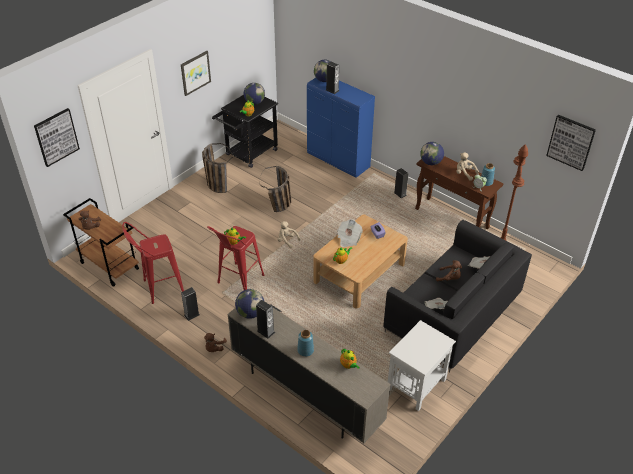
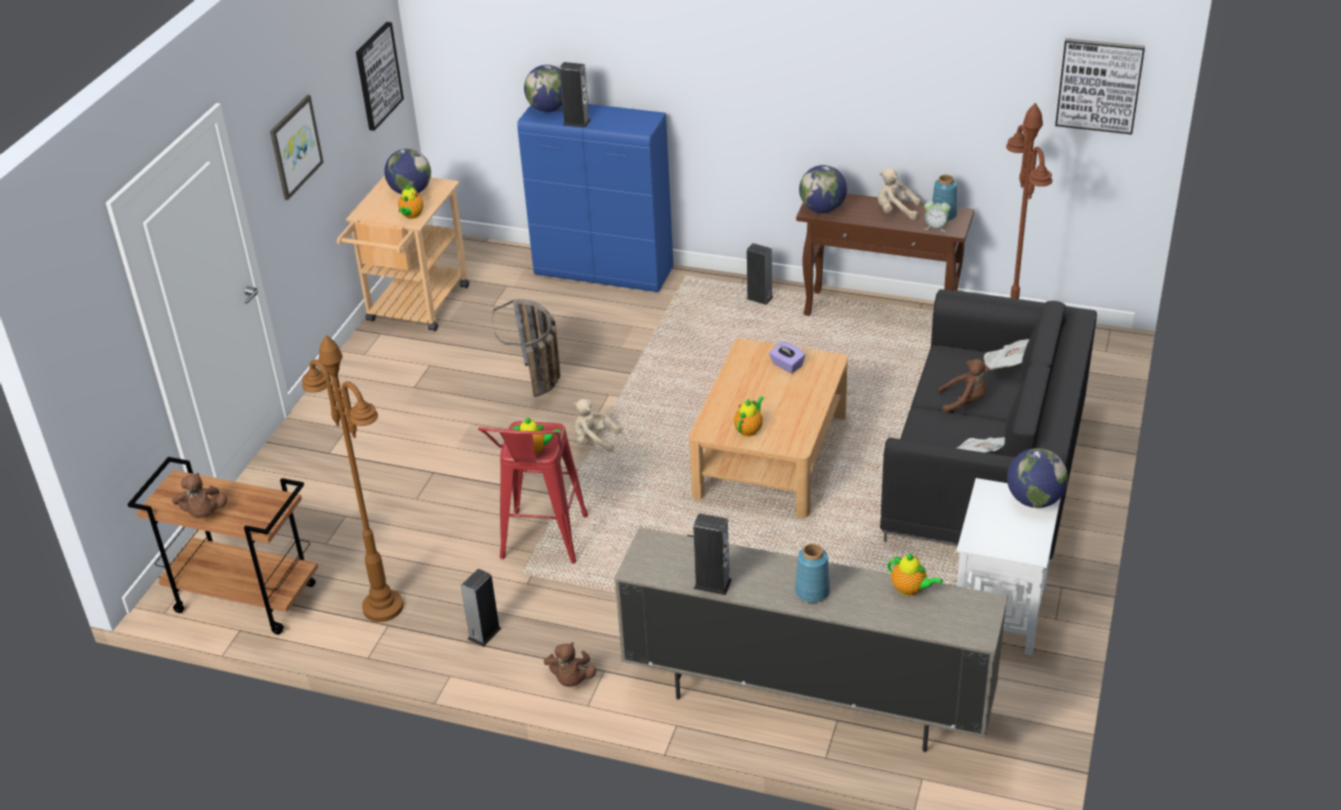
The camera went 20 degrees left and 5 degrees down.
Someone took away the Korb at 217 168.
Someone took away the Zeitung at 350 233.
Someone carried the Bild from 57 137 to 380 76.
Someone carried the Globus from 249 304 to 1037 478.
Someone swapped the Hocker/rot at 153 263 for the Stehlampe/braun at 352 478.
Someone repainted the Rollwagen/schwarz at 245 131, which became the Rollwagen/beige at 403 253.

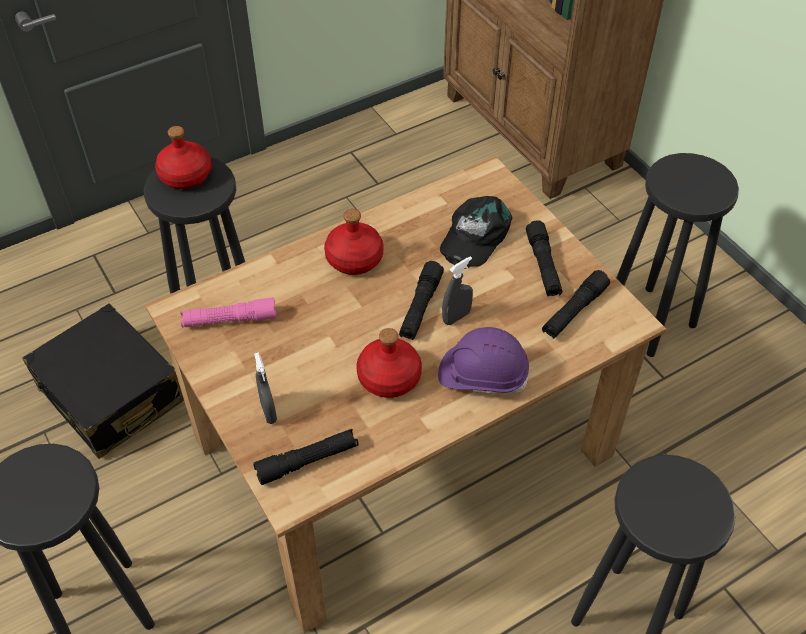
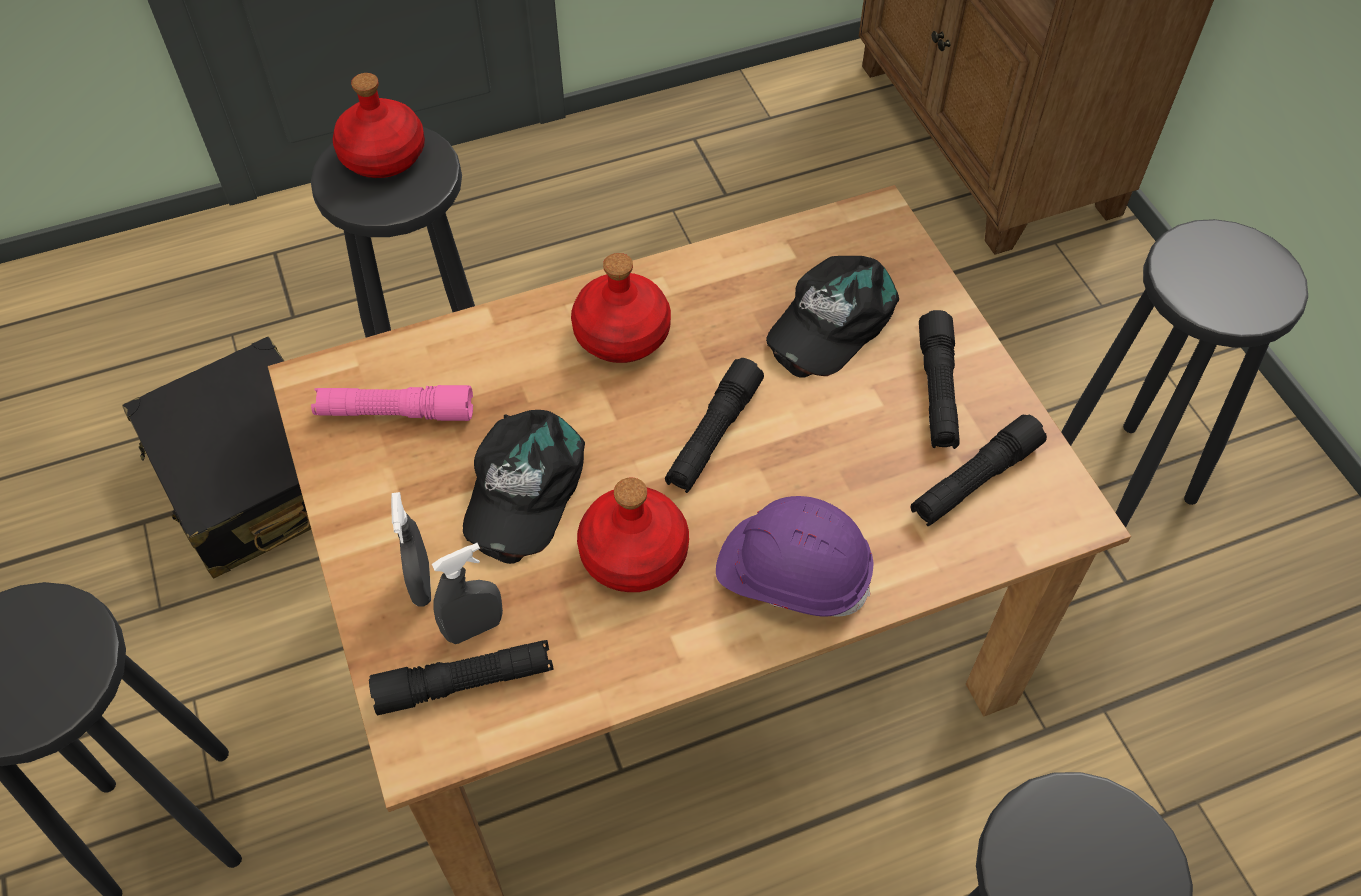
The camera went 10 degrees right and 5 degrees up.
Someone put down the Kappe/schwarz at 524 487.
Someone carried the Sprühflasche/grau from 457 290 to 467 593.

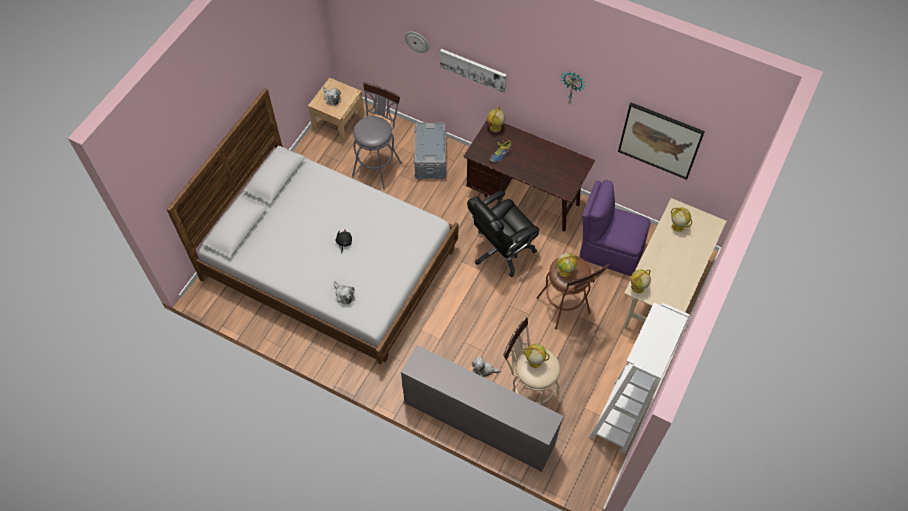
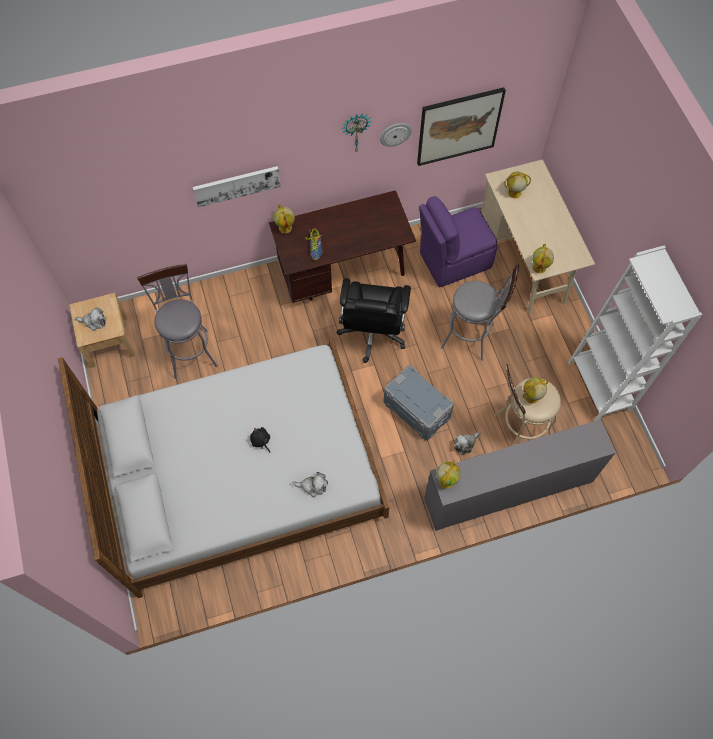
The camera went 45 degrees left and 5 degrees up.
Someone carried the Wanduhr from 417 42 to 396 135.
Someone carried the Aufbewahrungsbox/grau from 430 150 to 418 402.
Someone carried the Globus from 566 265 to 448 474.
Someone repainted the Hocker/braun at 572 292, which became the Hocker/grau at 480 312.

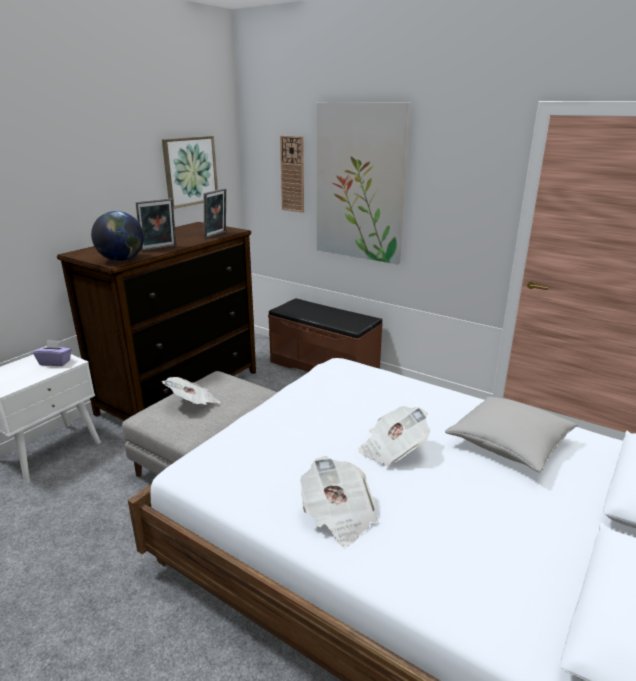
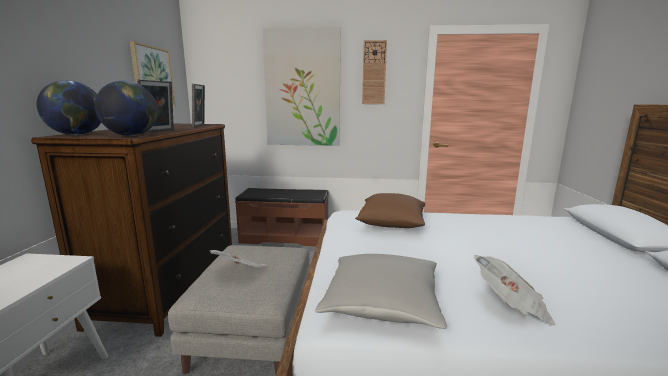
The camera went 30 degrees left and 10 degrees down.
Someone took away the Taschentuchbox/lila at 52 353.
Someone took away the Zeitung at 394 436.
Someone put down the Globus at 68 108.
Someone put down the Kissen/braun at 390 210.
Someone carried the Wanduhr from 292 174 to 374 72.
Someone carried the Kissen/grau from 511 434 to 381 291.

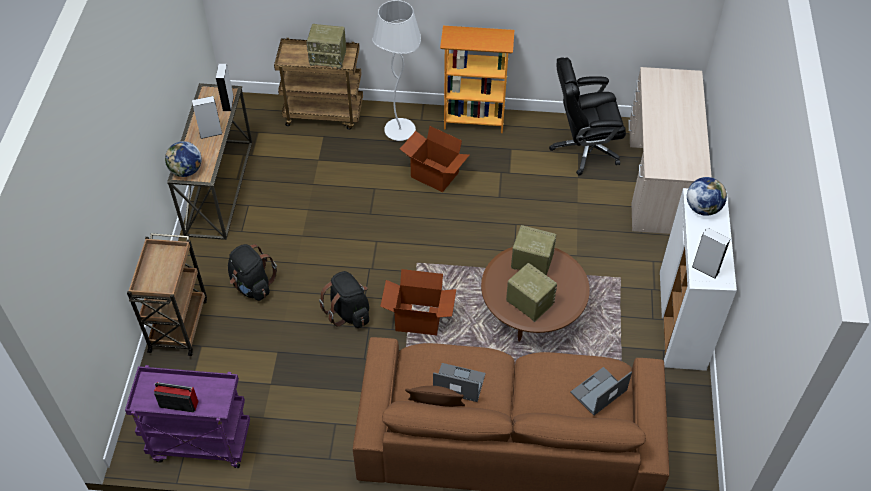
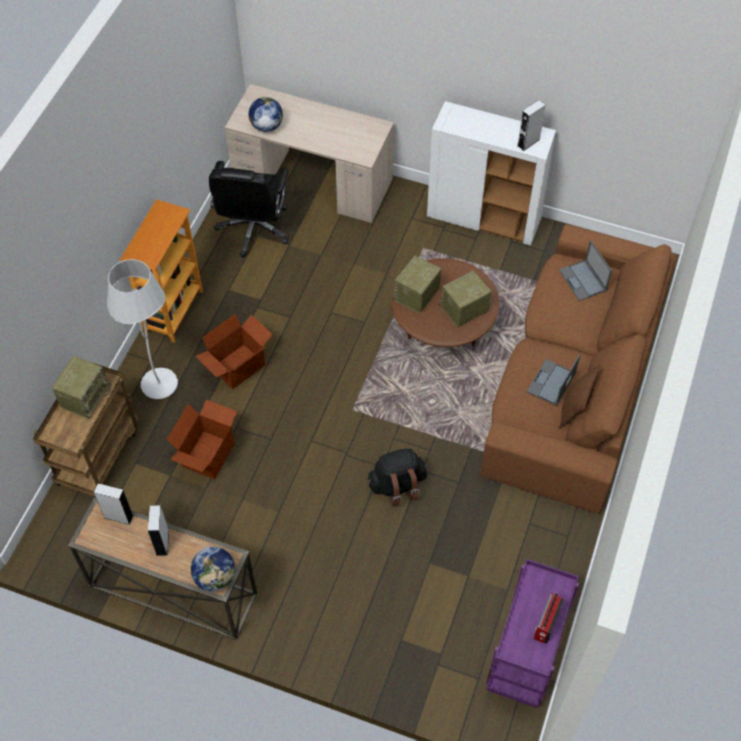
The camera went 75 degrees left and 5 degrees up.
Someone took away the Rollwagen/braun at 167 294.
Someone took away the Rucksack/schwarz at 252 272.
Someone carried the Karton from 418 302 to 202 439.
Someone carried the Globus from 707 196 to 266 114.

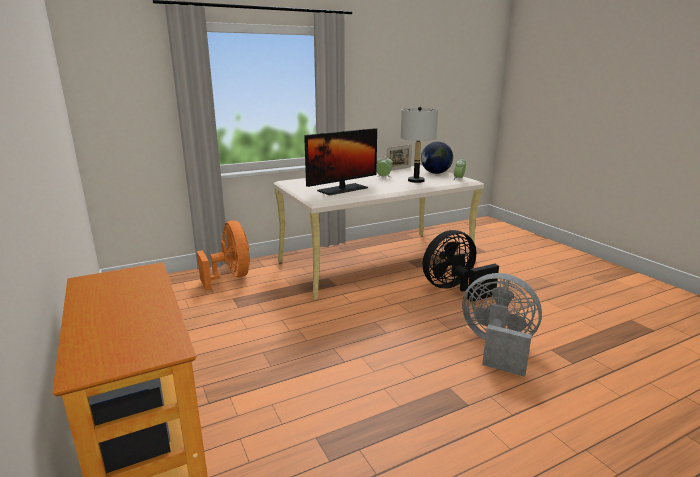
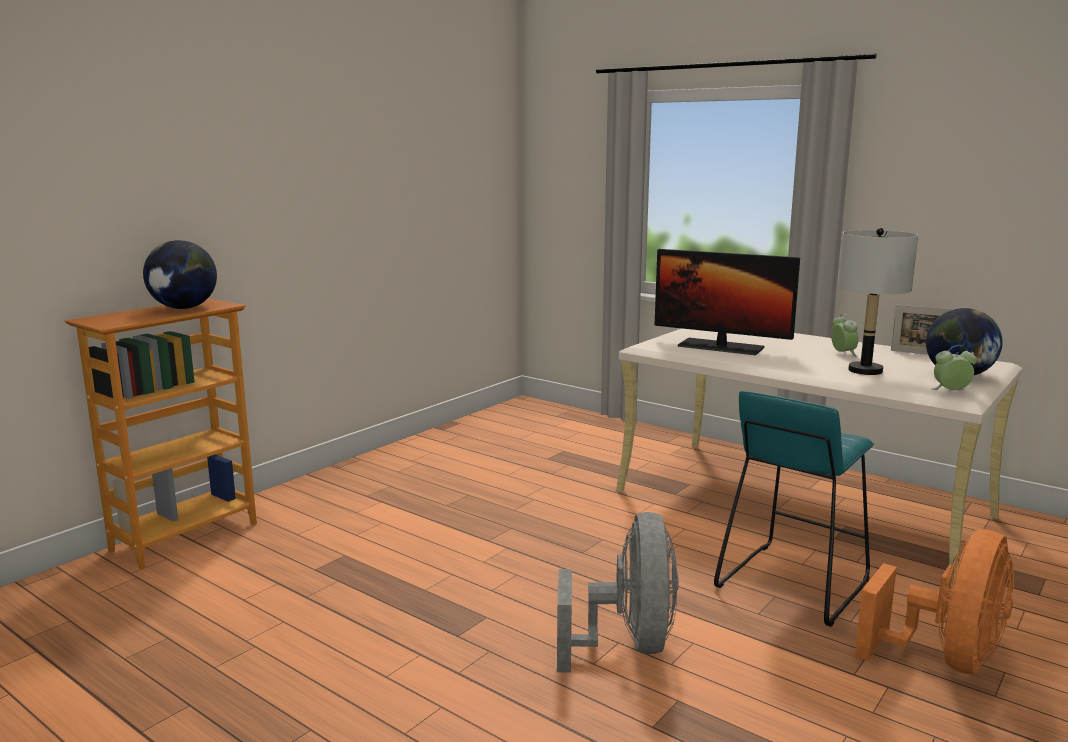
The camera went 65 degrees right and 5 degrees down.
Someone put down the Globus at 180 274.
Someone carried the Ventilator/orange from 223 256 to 934 602.
Someone swapped the Ventilator/schwarz at 461 266 for the Hocker/türkis at 794 509.

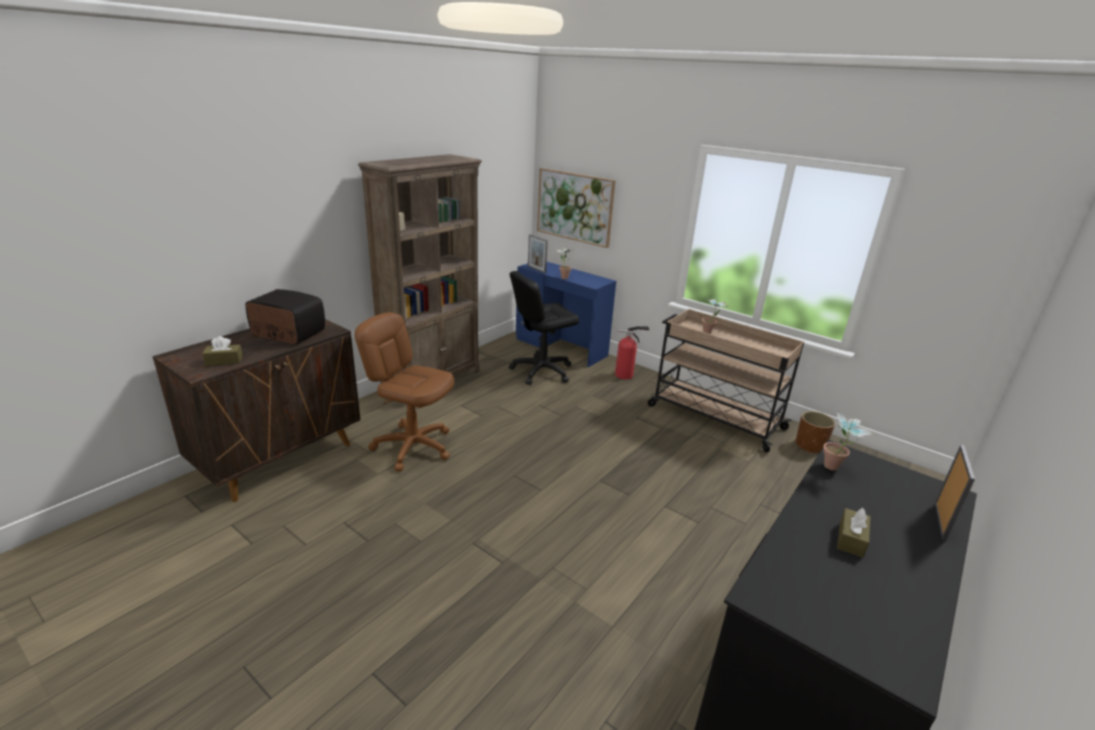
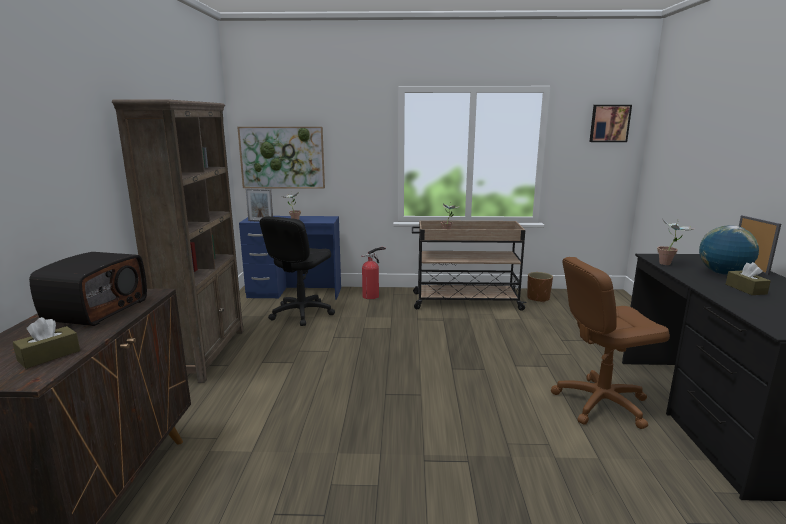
The camera went 35 degrees left and 10 degrees down.
Someone put up the Bild at 610 123.
Someone put down the Globus at 729 250.
Someone carried the Bürostuhl/braun from 404 392 to 610 343.
Someone rotated the Radio at 285 317 by 120 degrees clockwise.

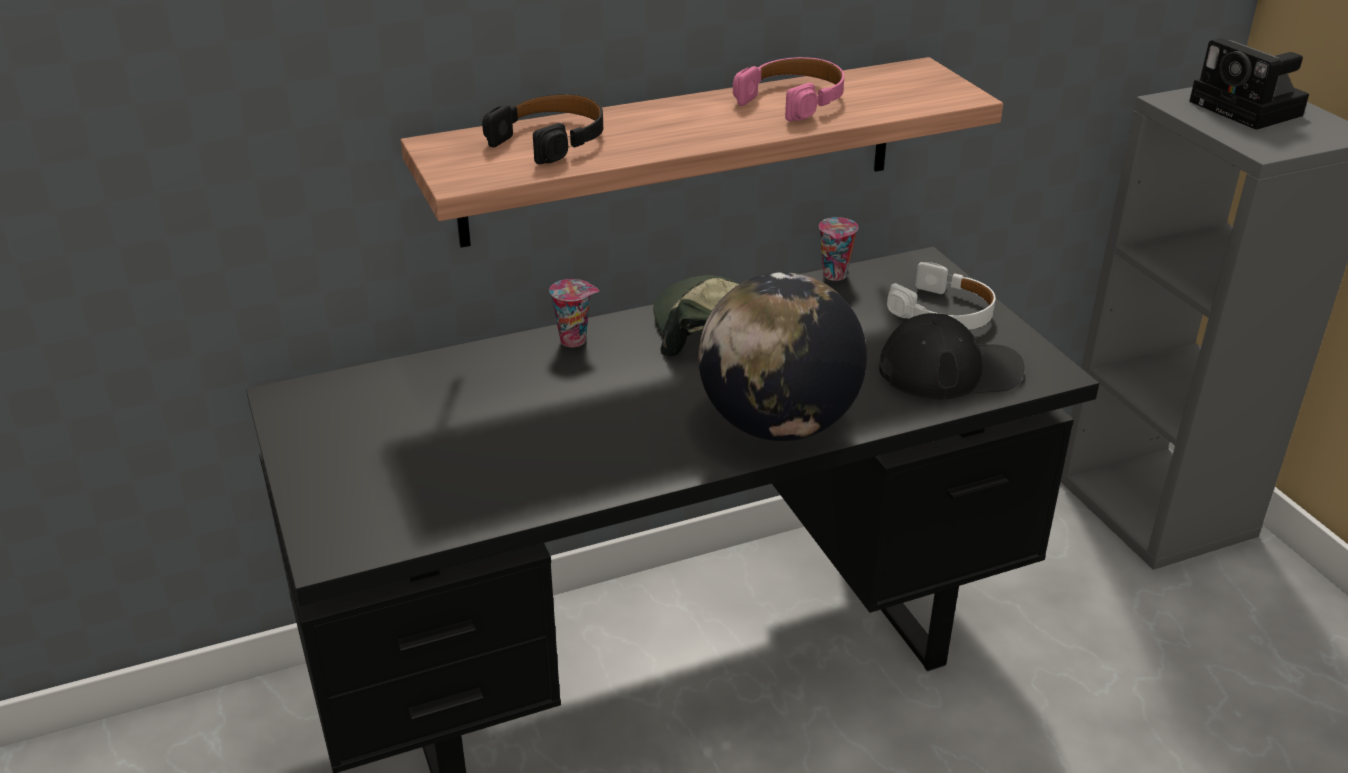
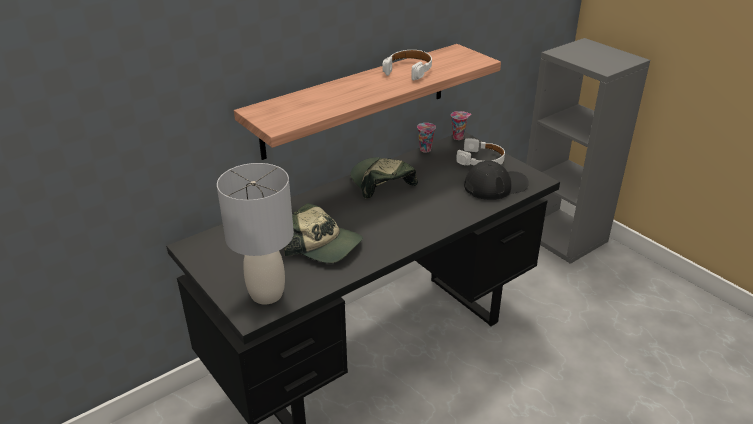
The camera went 15 degrees left and 0 degrees up.
Someone took away the Kopfhörer/schwarz at 542 128.
Someone took away the Globus at 782 356.
Someone took away the Kamera at 1249 84.
Someone put down the Tischlampe/grau at 255 234.
Someone put down the Kappe at 323 233.
Someone carried the Tasse from 574 313 to 461 125.
Someone repainted the Kopfhörer/rosa at 788 89, which became the Kopfhörer/weiß at 407 65.

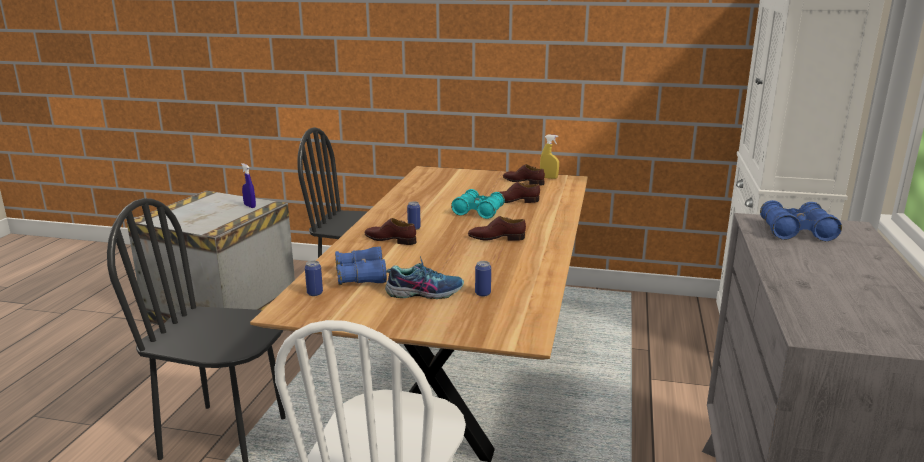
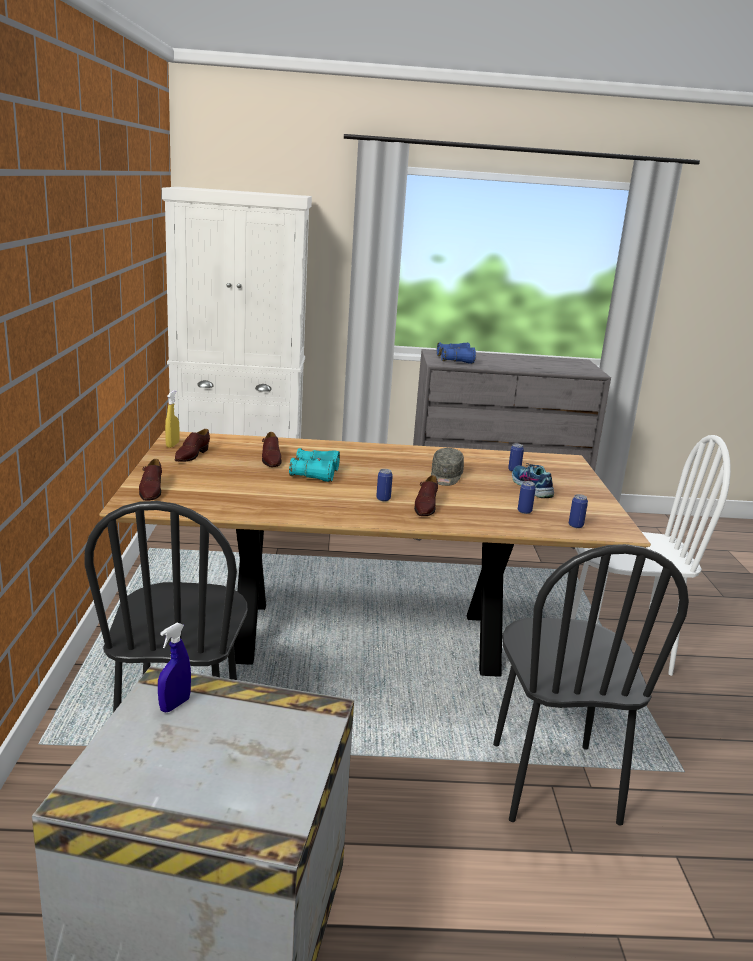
The camera went 105 degrees left and 0 degrees up.
Someone put down the Kappe/grau at 447 467.
Someone carried the Schuh/braun from 497 228 to 150 480.
Someone swapped the Fernglas/blau at 361 266 for the Dose at 527 497.

